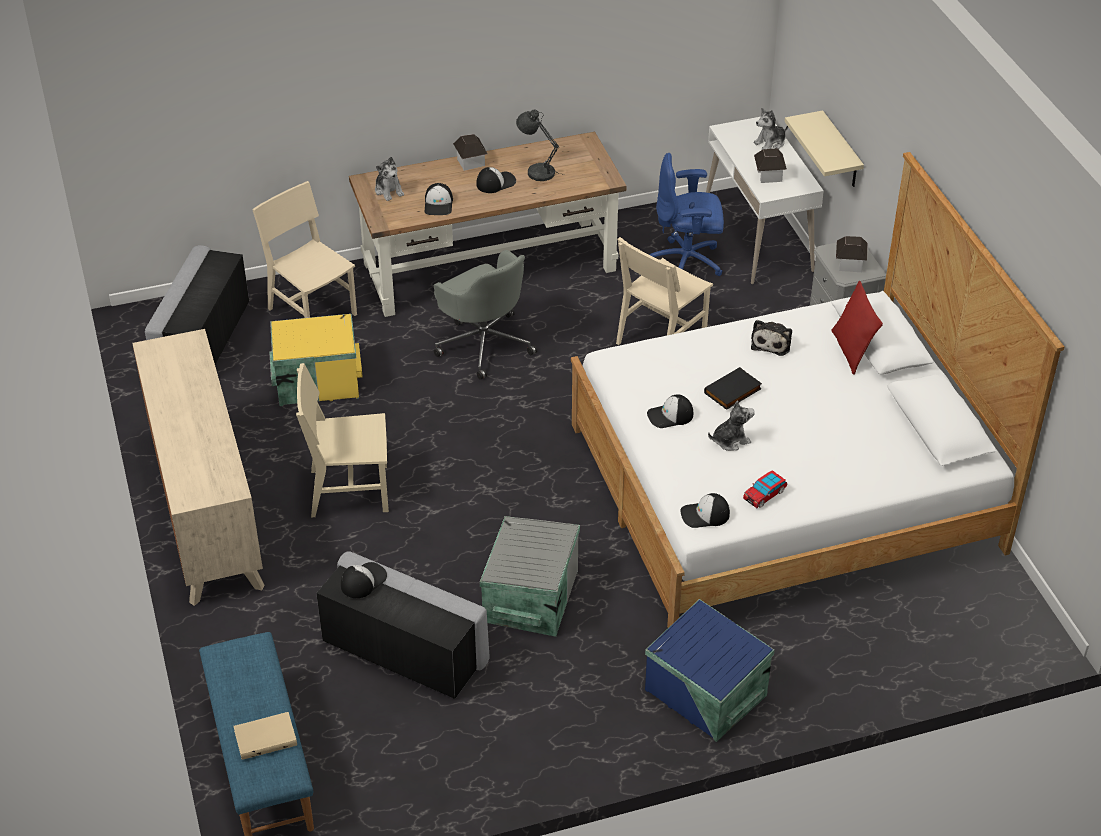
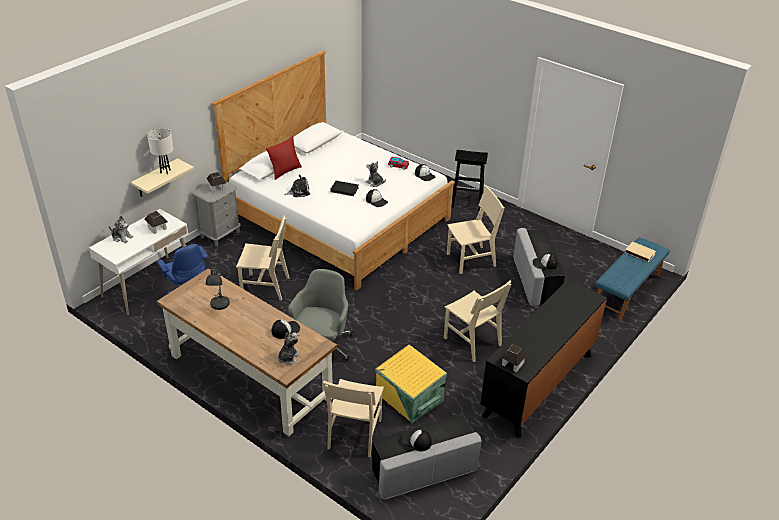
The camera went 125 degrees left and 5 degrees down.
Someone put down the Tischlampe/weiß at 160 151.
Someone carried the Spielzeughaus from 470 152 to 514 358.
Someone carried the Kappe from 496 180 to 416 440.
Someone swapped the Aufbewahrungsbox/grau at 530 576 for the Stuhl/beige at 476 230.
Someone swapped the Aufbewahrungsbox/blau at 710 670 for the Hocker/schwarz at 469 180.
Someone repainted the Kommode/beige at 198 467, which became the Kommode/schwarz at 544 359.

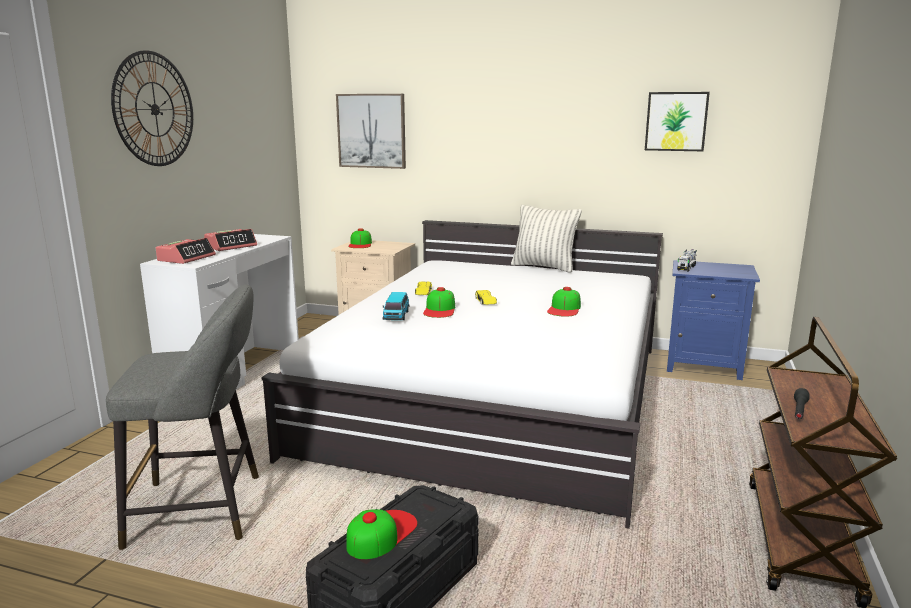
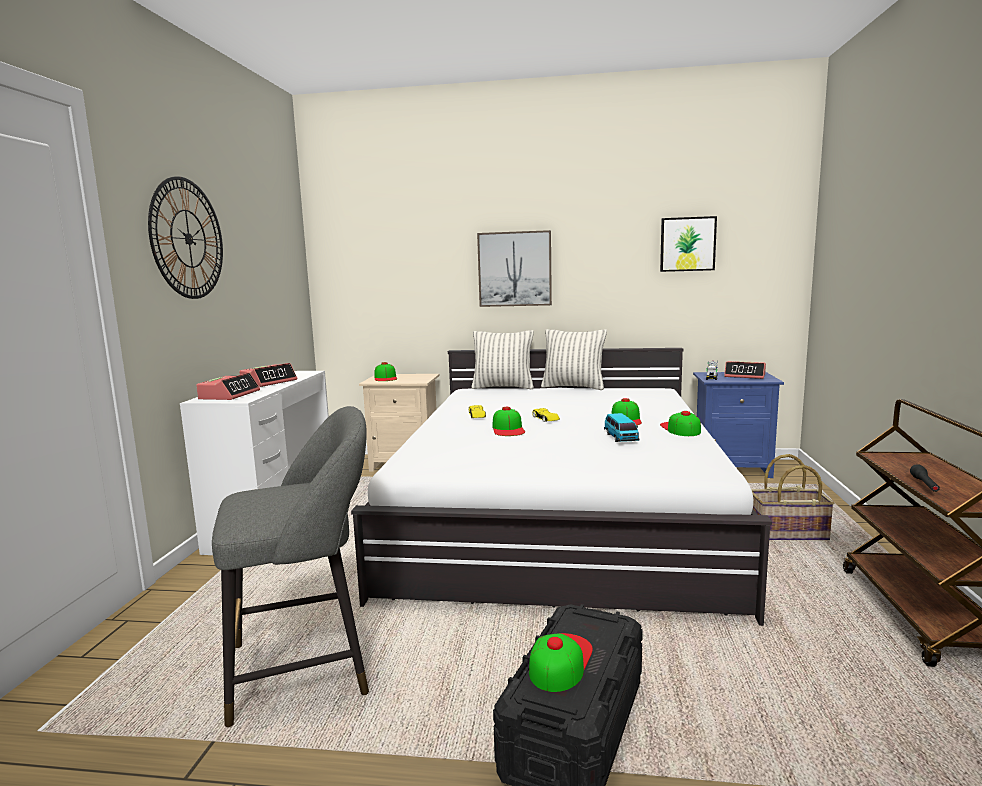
The camera went 10 degrees left and 5 degrees down.
Someone put down the Kissen at 502 359.
Someone put down the Kappe at 680 423.
Someone put down the Wecker at 745 370.
Someone put down the Korb at 792 497.
Someone carried the Bild from 371 131 to 514 268.
Someone carried the Spielzeugauto from 395 306 to 622 427.

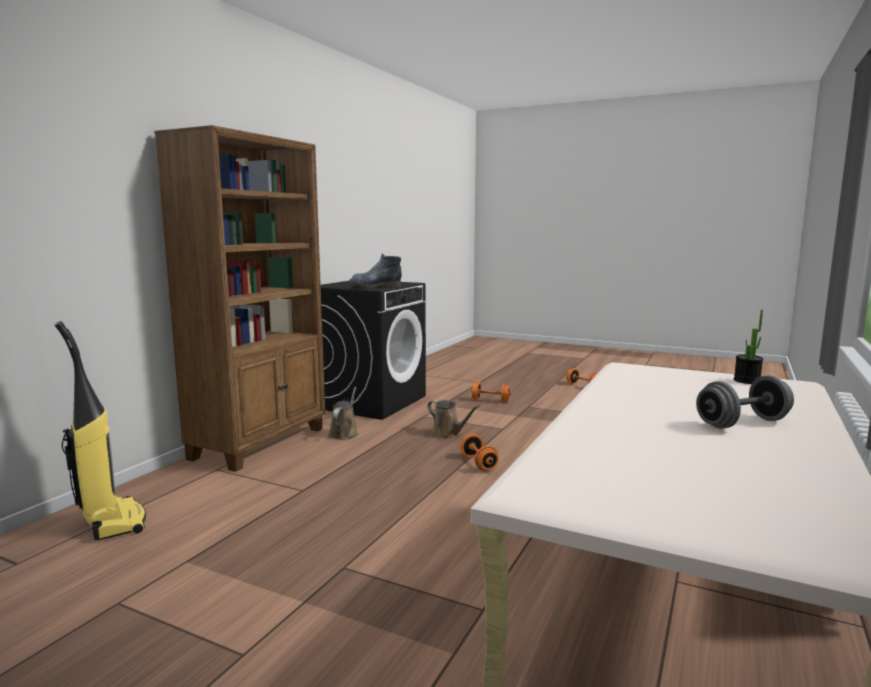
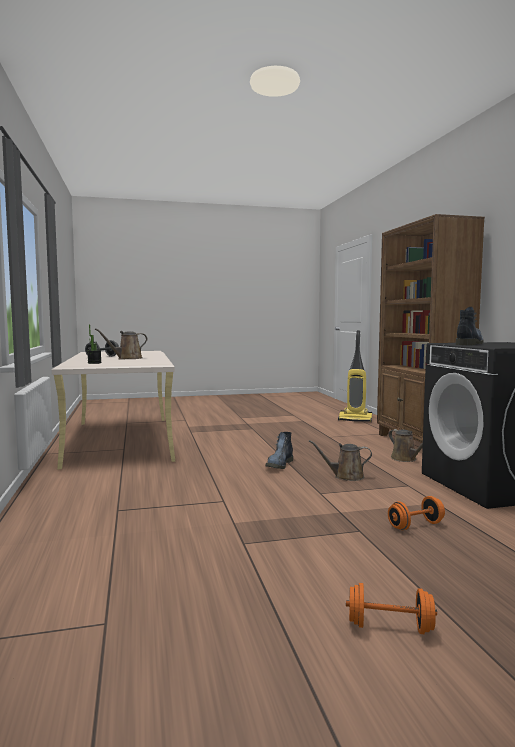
The camera went 140 degrees right and 5 degrees down.
Someone put down the Gießkanne/braun at 121 344.
Someone swapped the Hantel/orange at 479 452 for the Stiefel at 279 450.

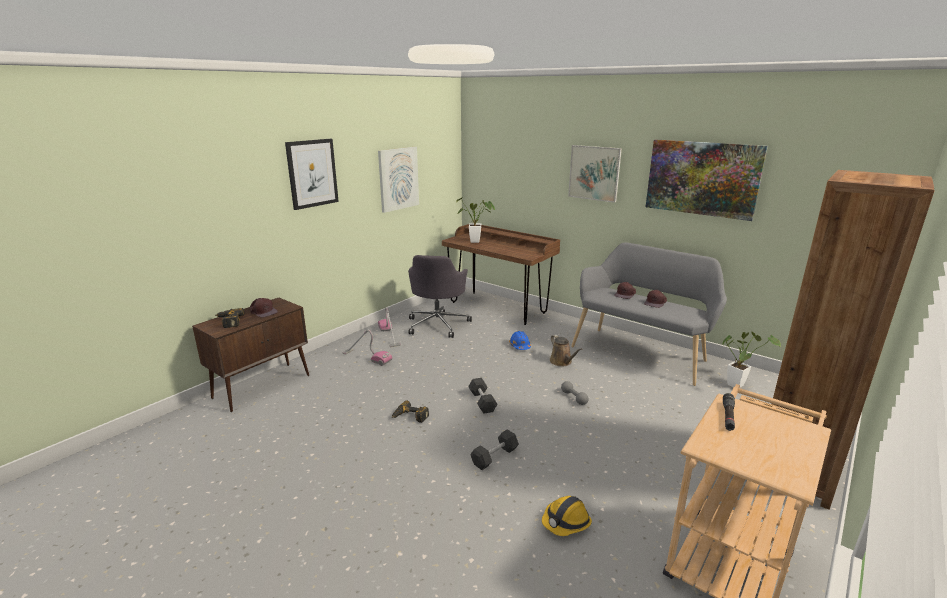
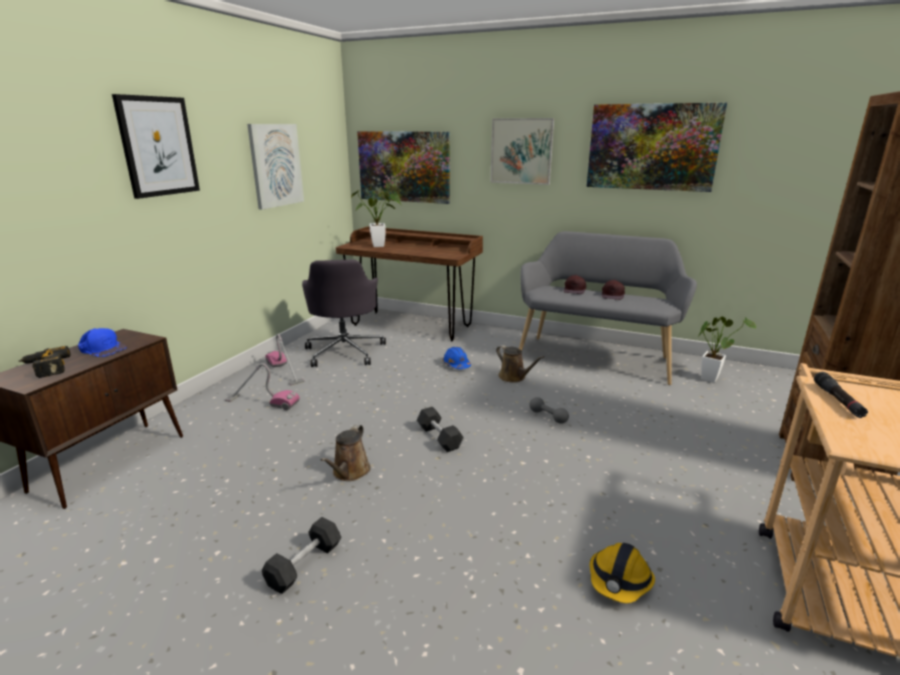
The camera went 15 degrees left and 0 degrees up.
Someone put up the Bild at 403 167.
Someone carried the Hantel/schwarz from 495 449 to 302 555.
Someone swapped the Bohrmaschine at 410 411 for the Gießkanne/braun at 345 453.
Someone repainted the Kappe/braun at 264 308, which became the Kappe/blau at 102 342.

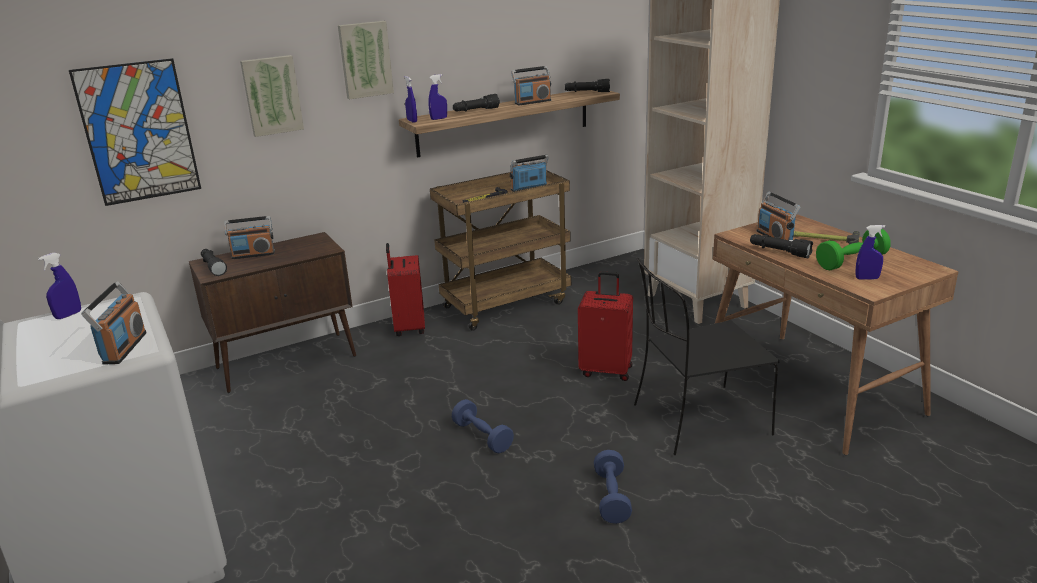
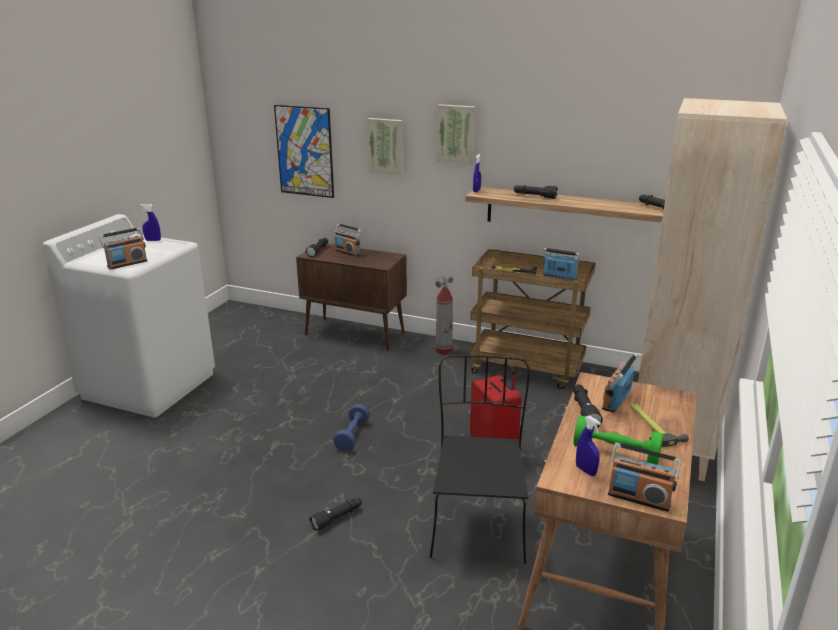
The camera went 50 degrees right and 0 degrees up.
Someone took away the Sprühflasche/blau at 437 97.
Someone carried the Radio from 531 85 to 644 477.
Someone swapped the Koffer/rot at 405 289 for the Feuerlöscher at 444 315.
Someone swapped the Hantel/blau at 613 487 for the Taschenlampe/schwarz at 336 514.
Someone rotated the Stuhl/schwarz at 707 356 by 60 degrees clockwise.

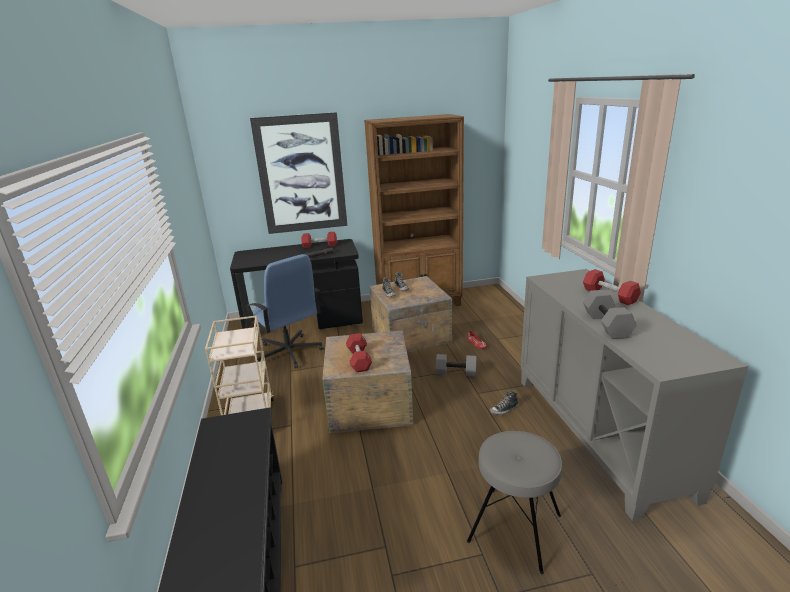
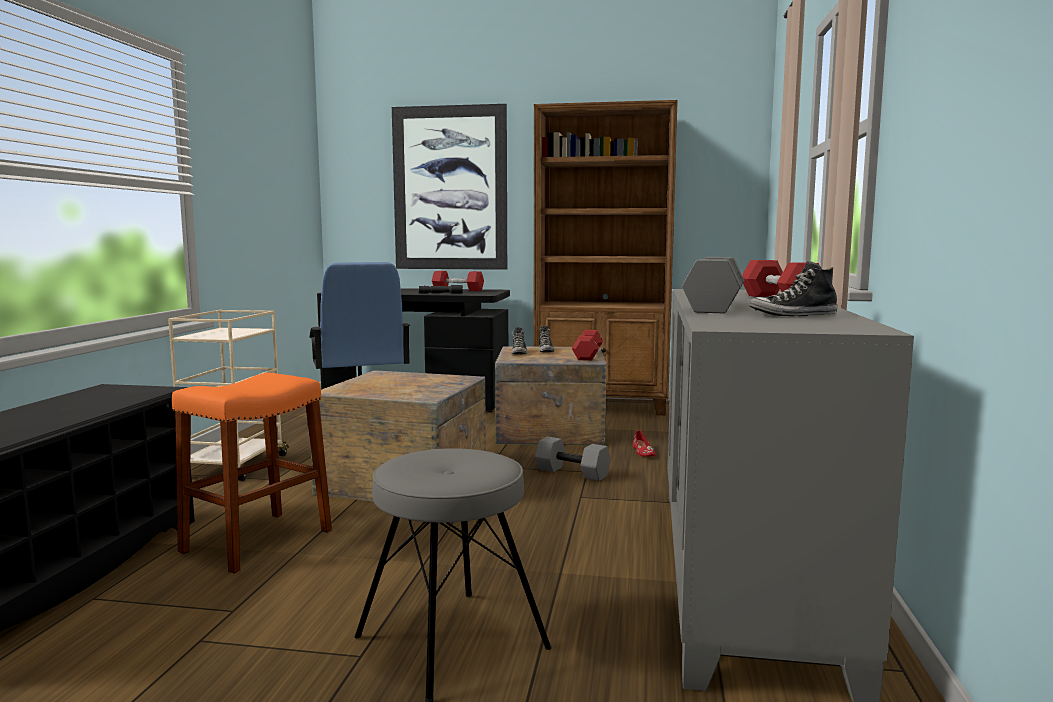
The camera went 20 degrees right and 15 degrees down.
Someone put down the Hocker/orange at 252 473.
Someone carried the Hantel/rot from 359 352 to 587 345.
Someone carried the Schuh from 504 402 to 793 288.

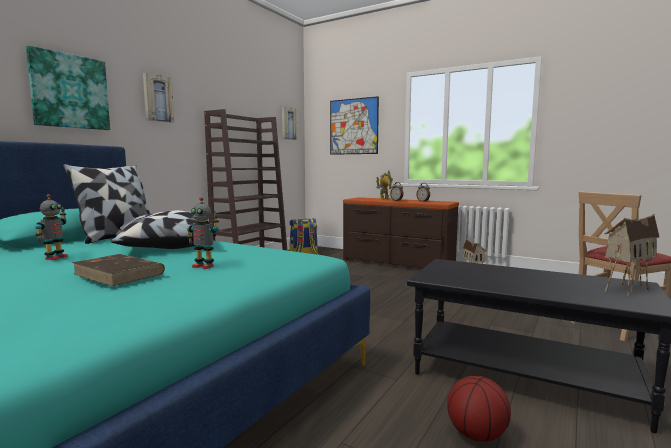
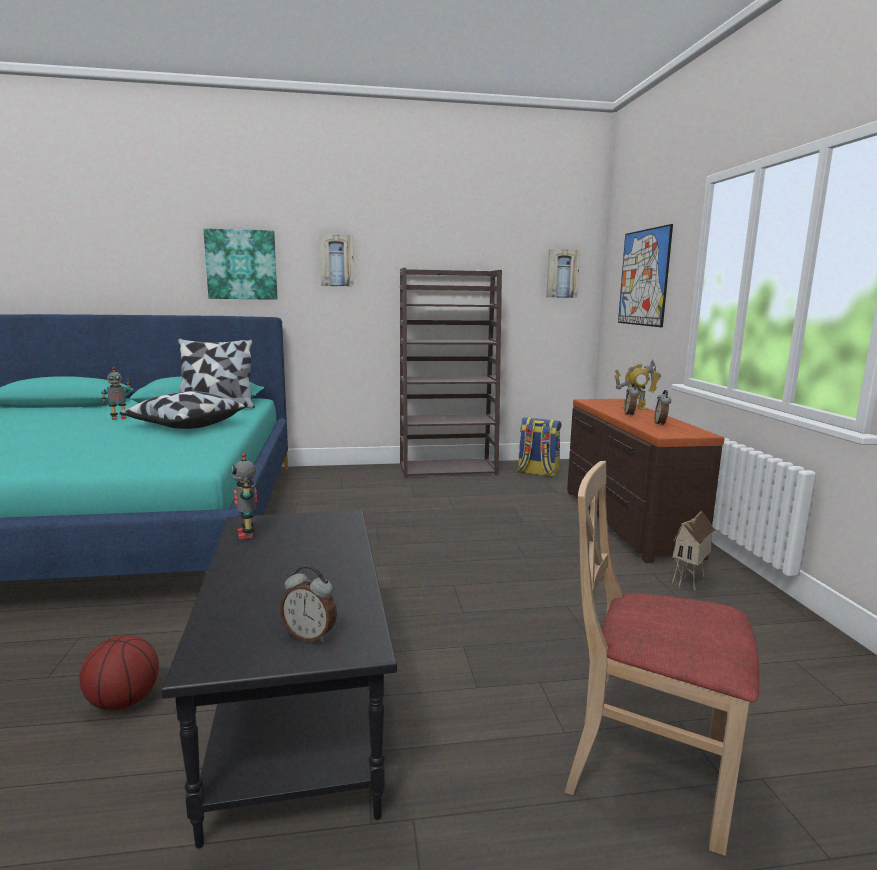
The camera went 50 degrees right and 5 degrees up.
Someone took away the Buch/braun at 118 270.
Someone carried the Spielzeugroboter from 203 233 to 244 496.
Someone swapped the Spielzeughaus at 632 255 for the Wecker at 308 604.

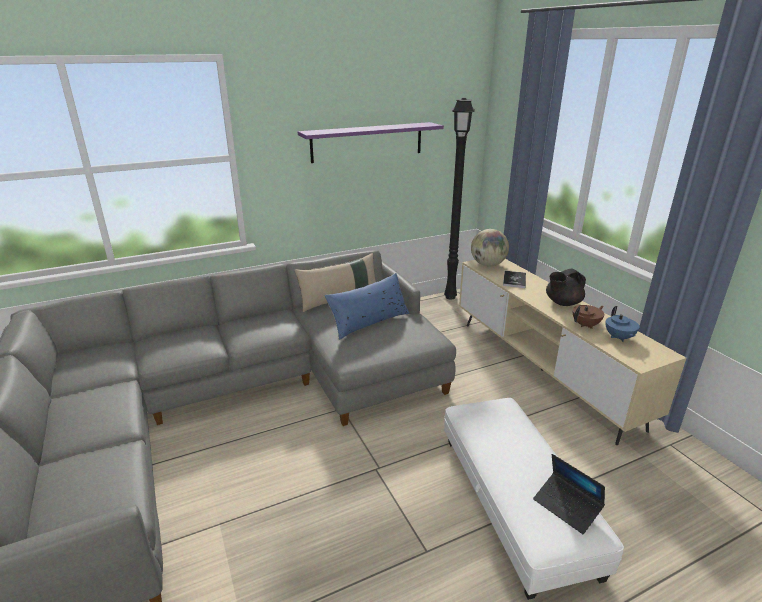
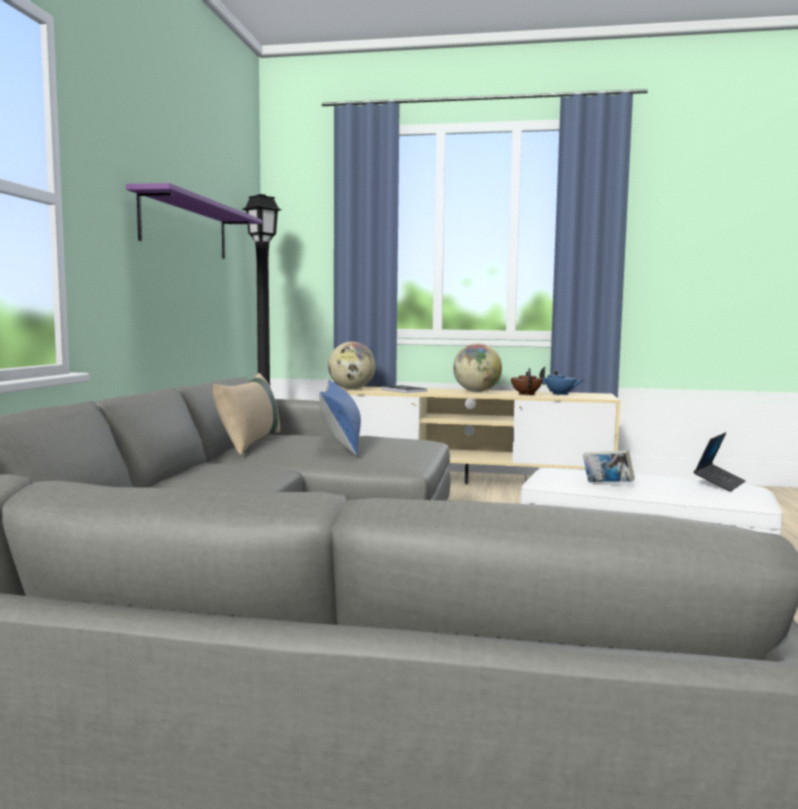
The camera went 55 degrees left and 20 degrees down.
Someone put down the Buch at 609 466.
Someone swapped the Teekanne/schwarz at 566 287 for the Globus at 477 367.
Someone rotated the Laptop at 569 494 by 45 degrees counterclockwise.

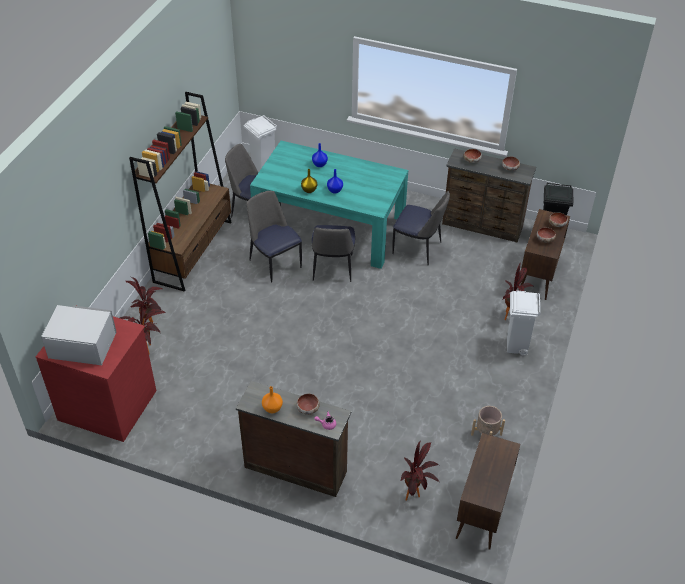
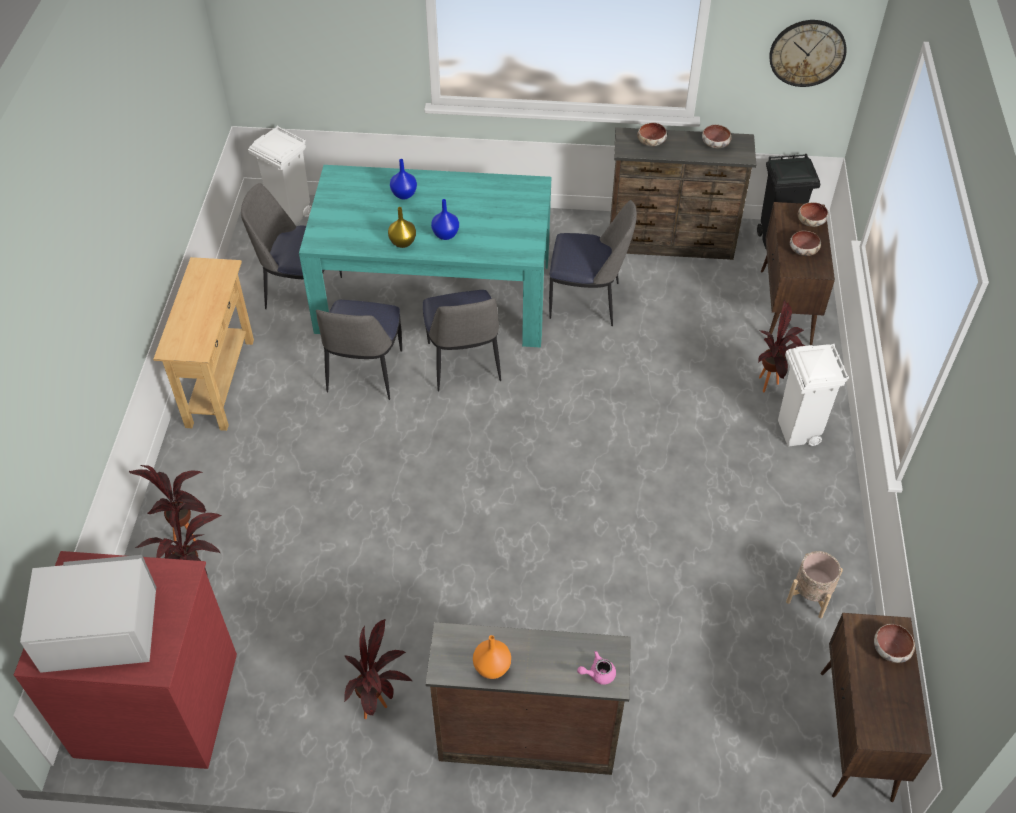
The camera went 15 degrees left and 5 degrees up.
Someone put up the Wanduhr at 808 53.
Someone carried the Schüssel from 308 404 to 894 643.
Someone carried the Topfpflanze from 419 471 to 378 669.
Someone swapped the Bücherregal/braun at 180 192 for the Konsolentisch/beige at 203 344.
Someone rotated the Stuhl at 274 237 by 120 degrees counterclockwise.

